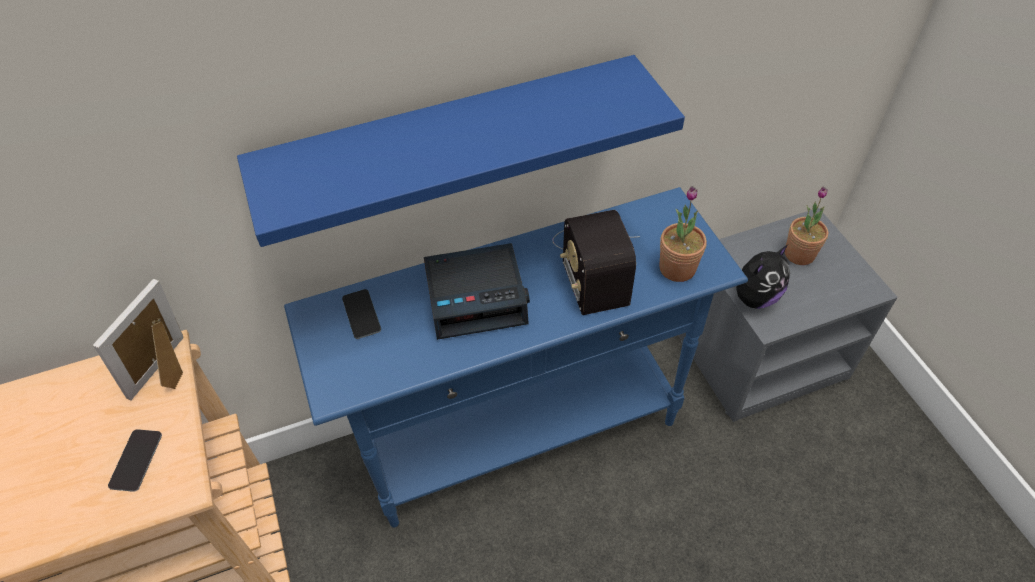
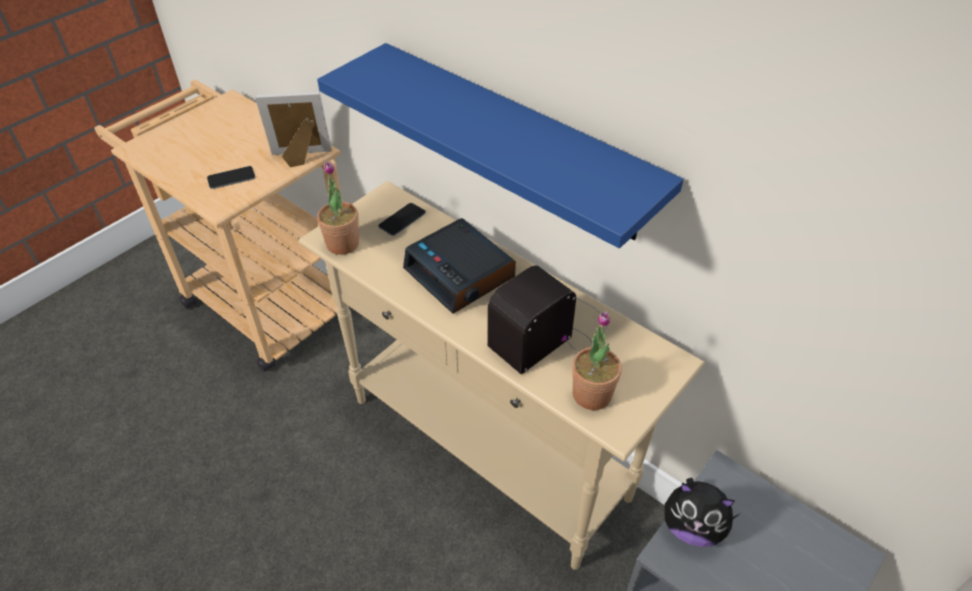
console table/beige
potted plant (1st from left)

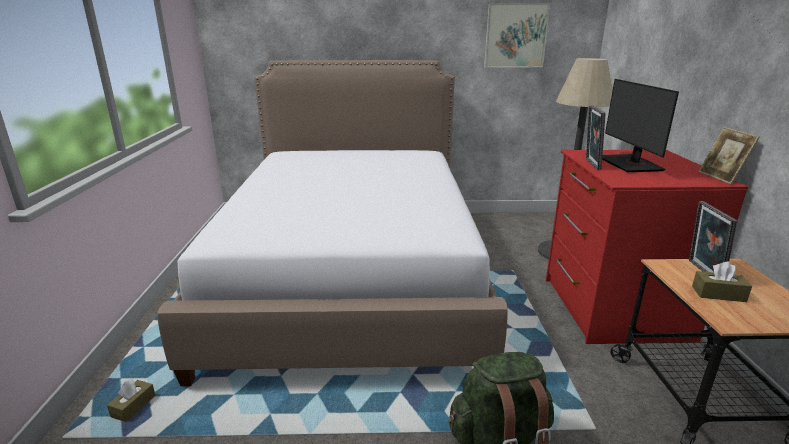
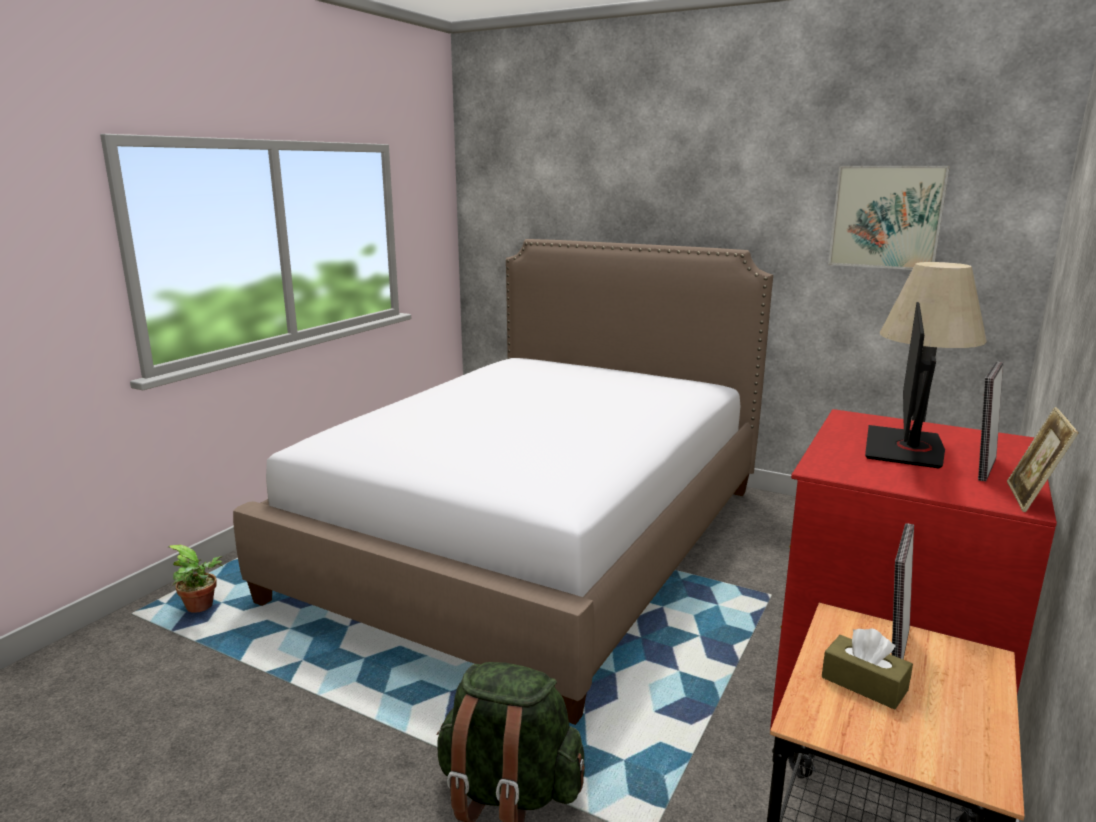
picture frame (2nd from left)
potted plant

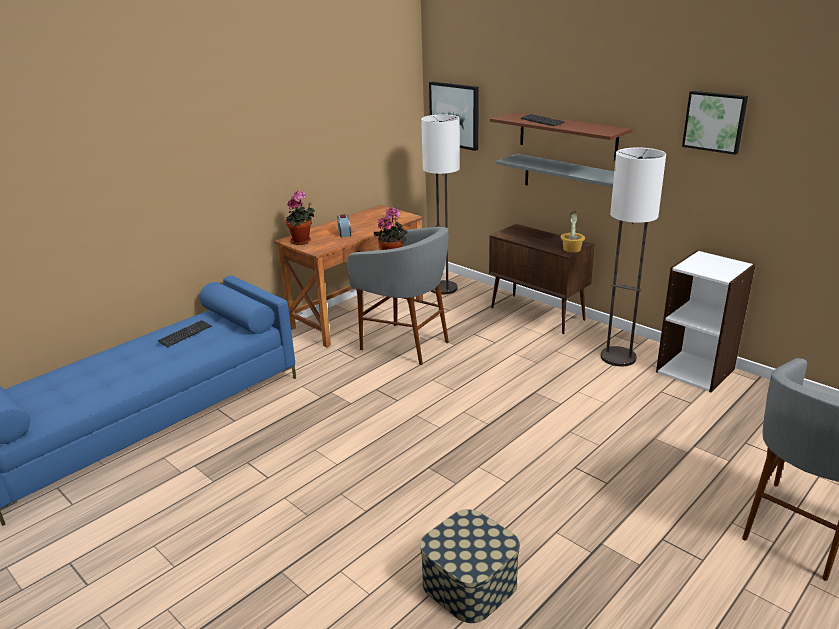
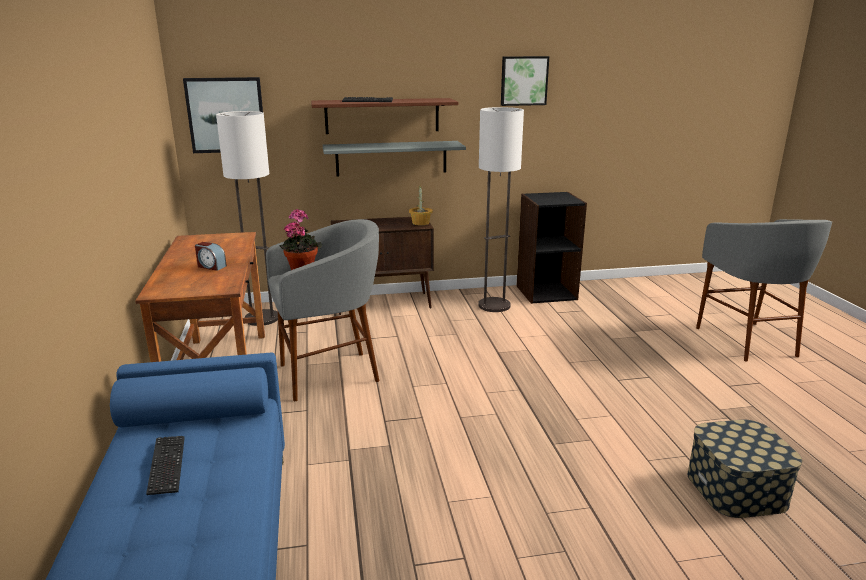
potted plant (1st from left in the first image)
bookcase/black

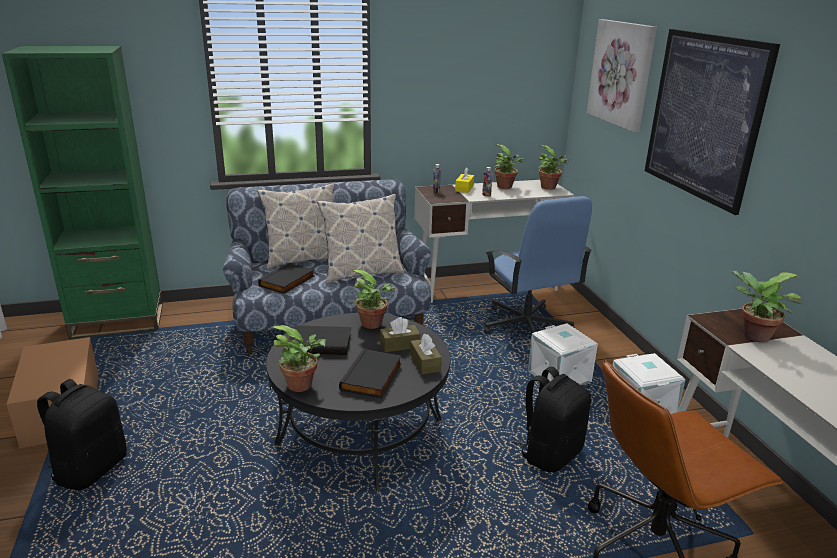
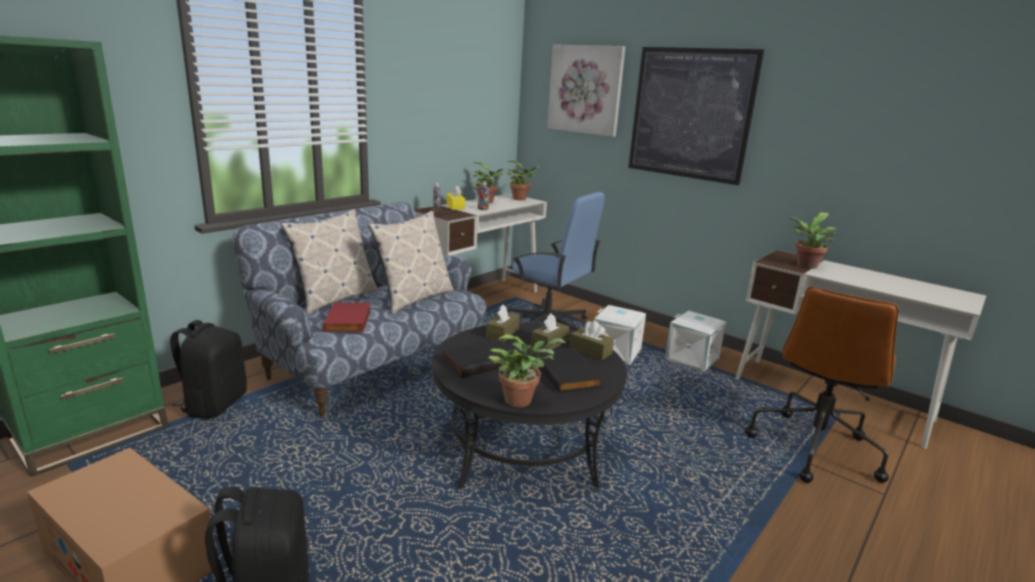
book/red
tissue box/brown (1st from left)
backpack/black (1st from left)

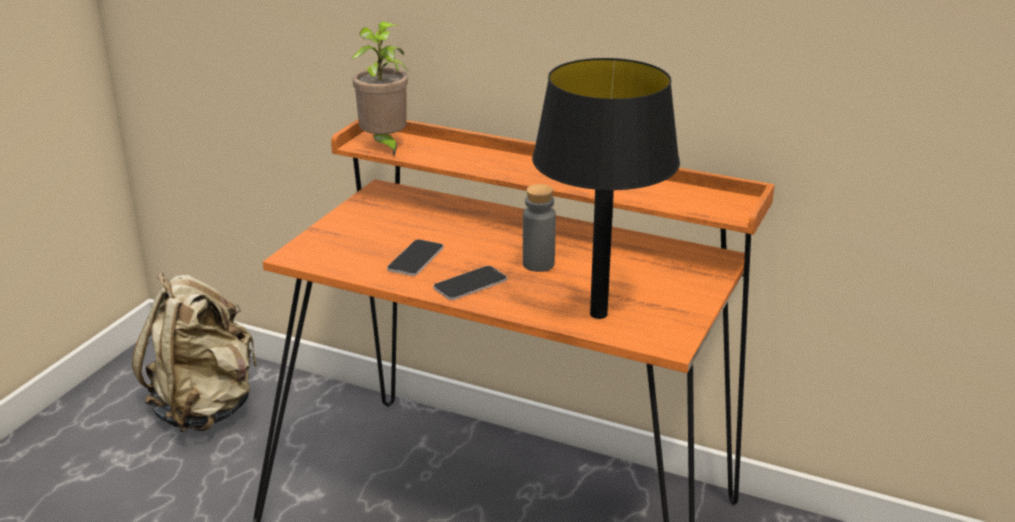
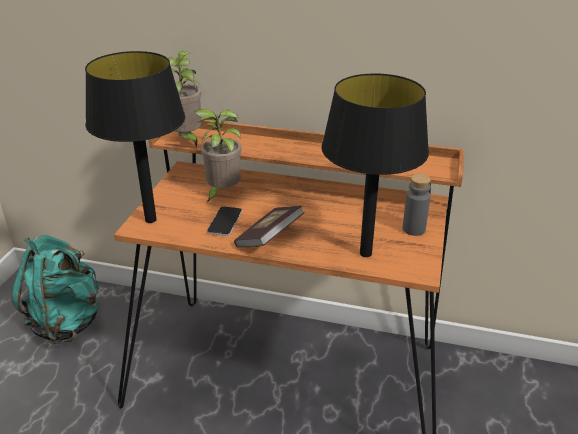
bottle/grey
book
backpack/turquoise
table lamp/black (1st from left)
potted plant (2nd from left)

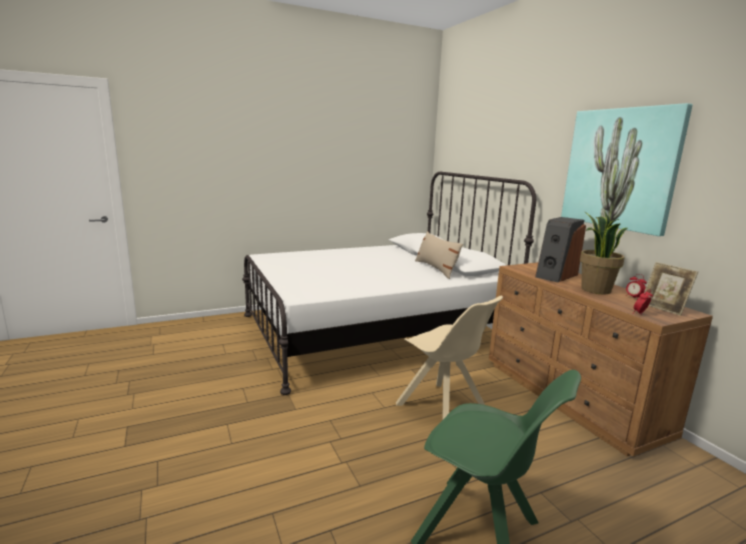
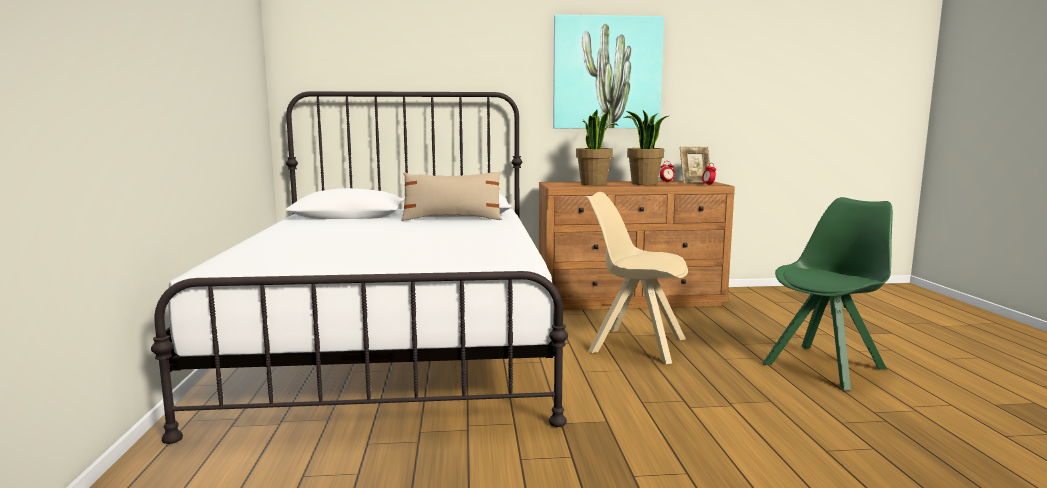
potted plant (1st from left)
chair/beige

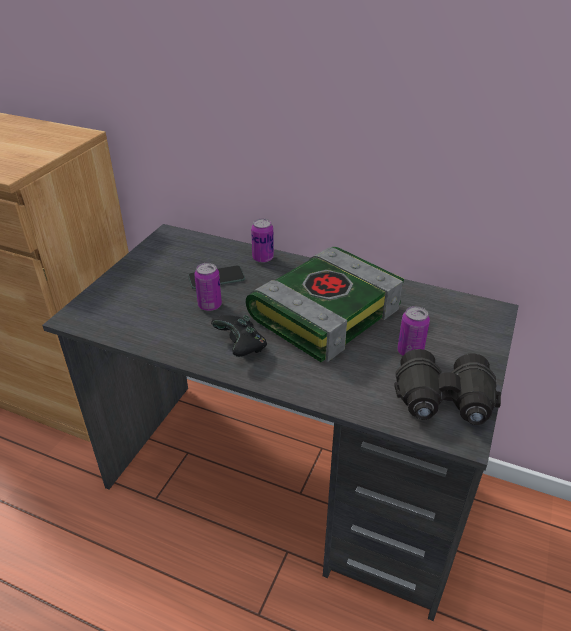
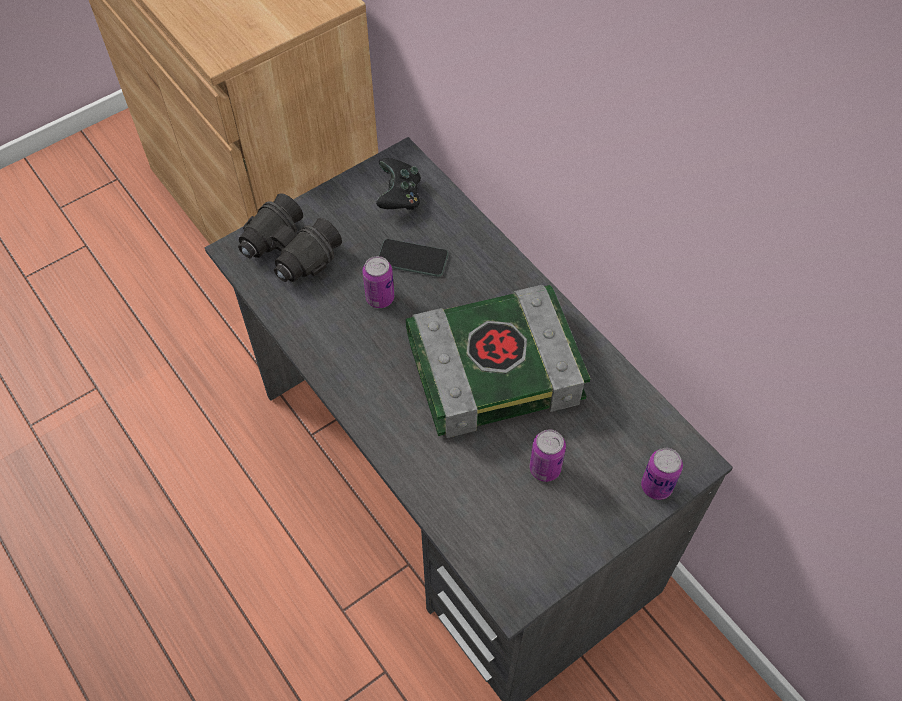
can (3rd from left)
game controller/black
binoculars/black

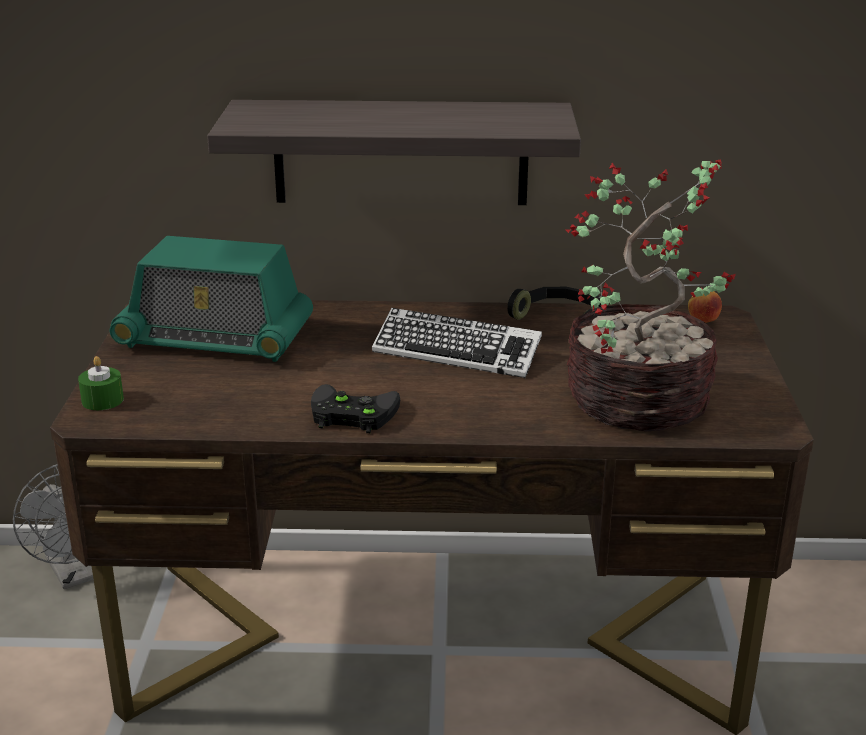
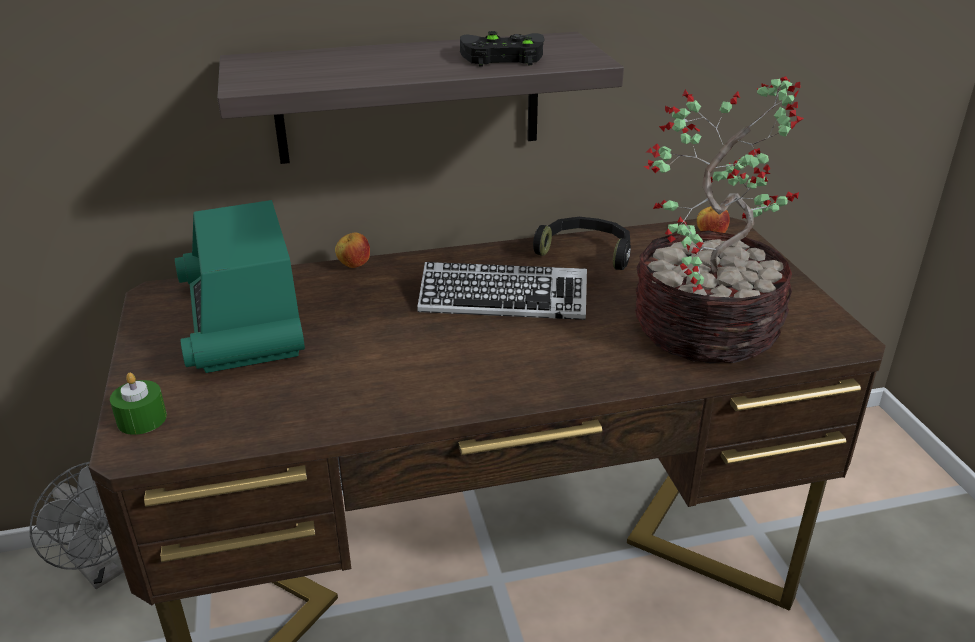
radio
game controller/black
apple (1st from left)

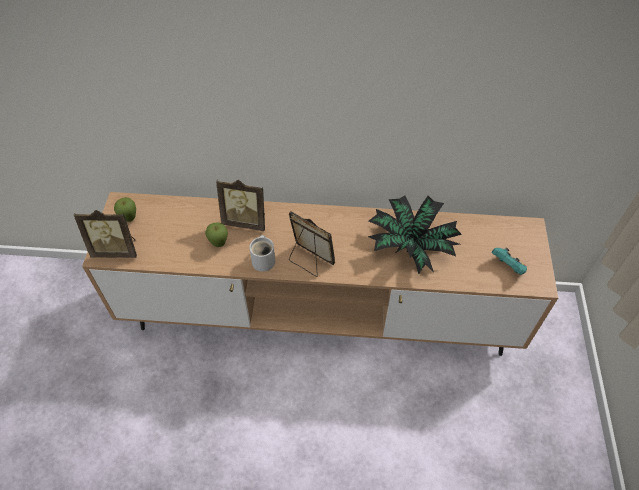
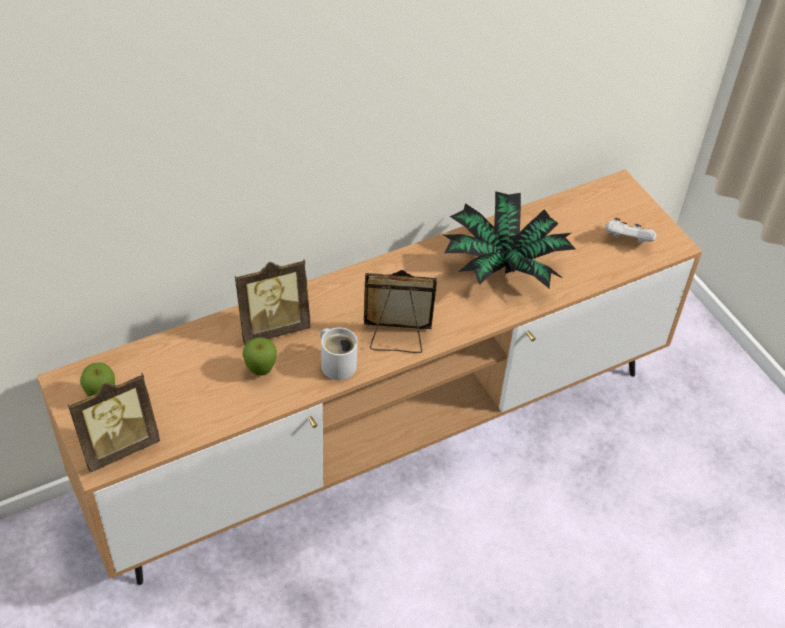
game controller/white

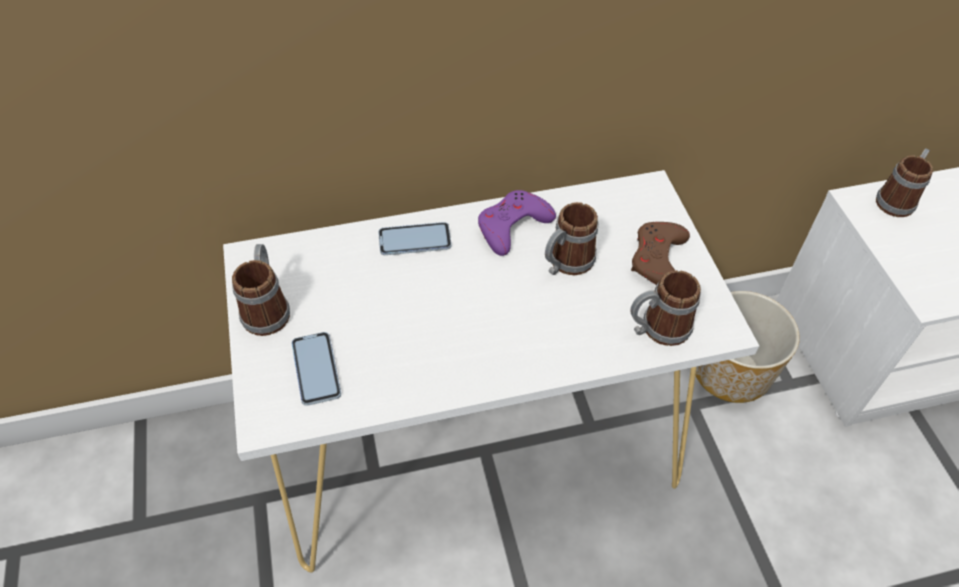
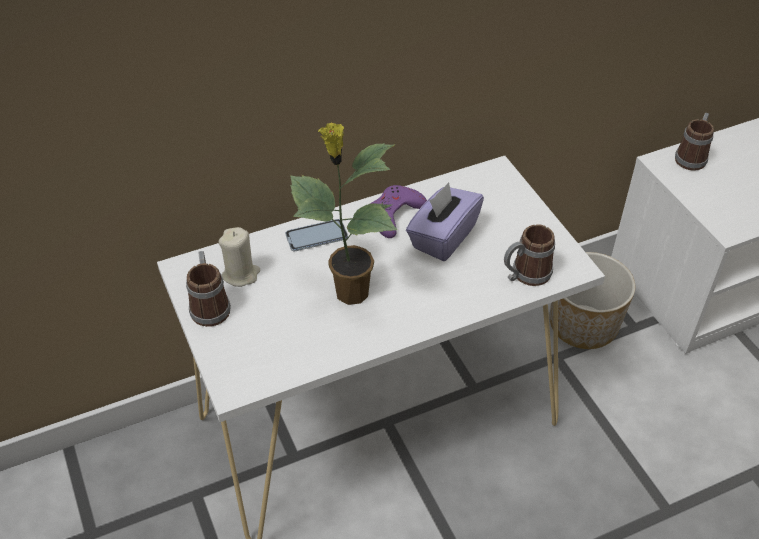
tissue box/purple
game controller/brown
phone (1st from left in the first image)
potted plant
candle/beige

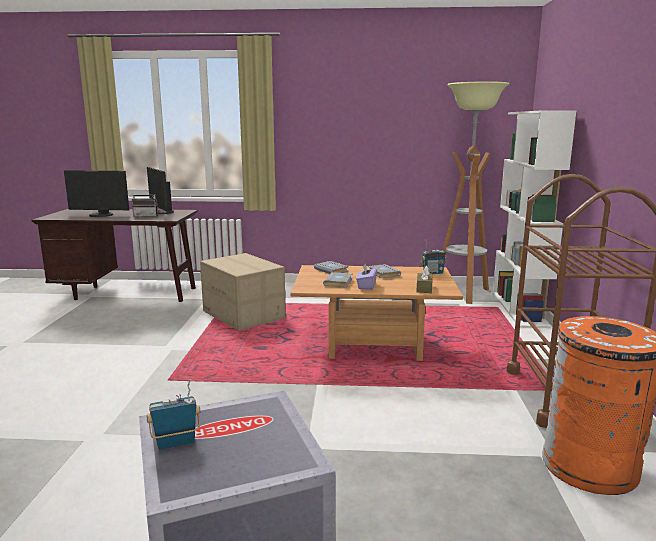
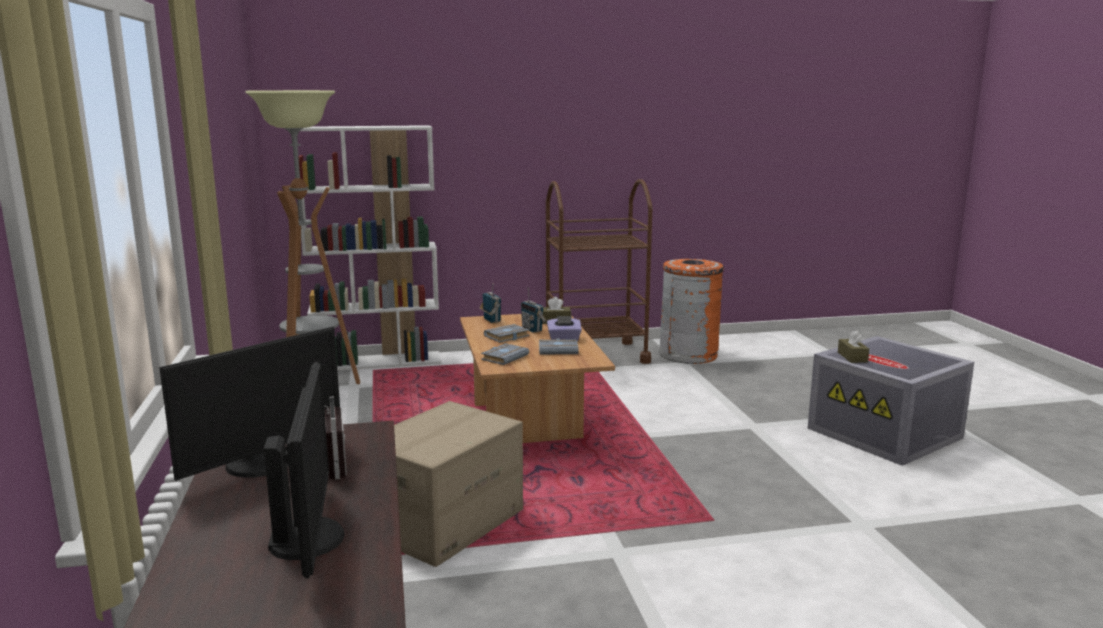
radio (3rd from left)
tissue box/brown (2nd from left)

